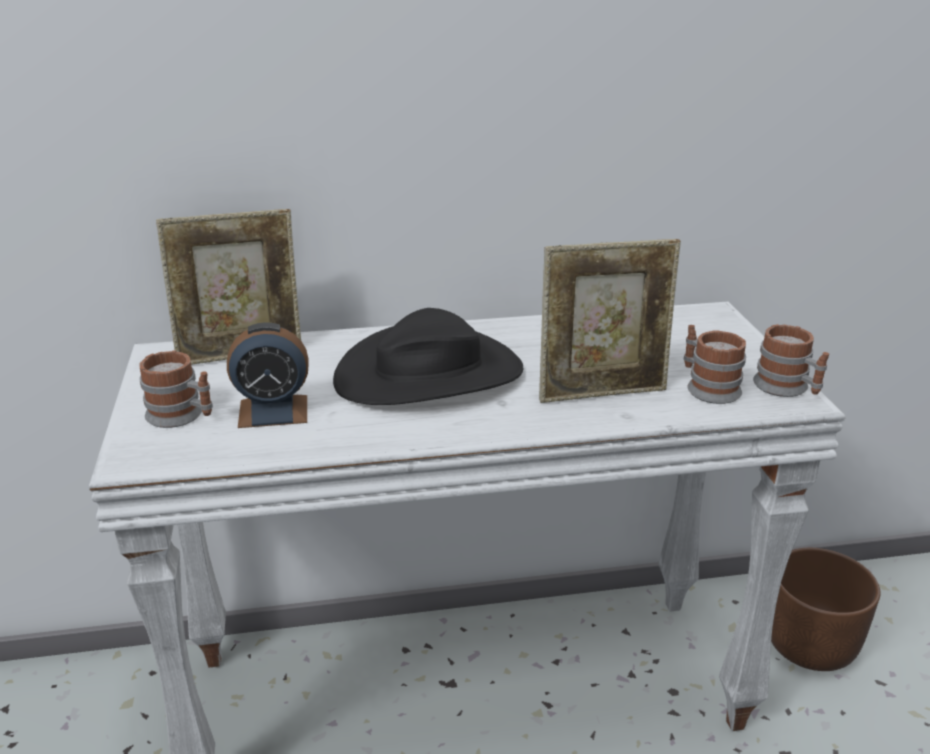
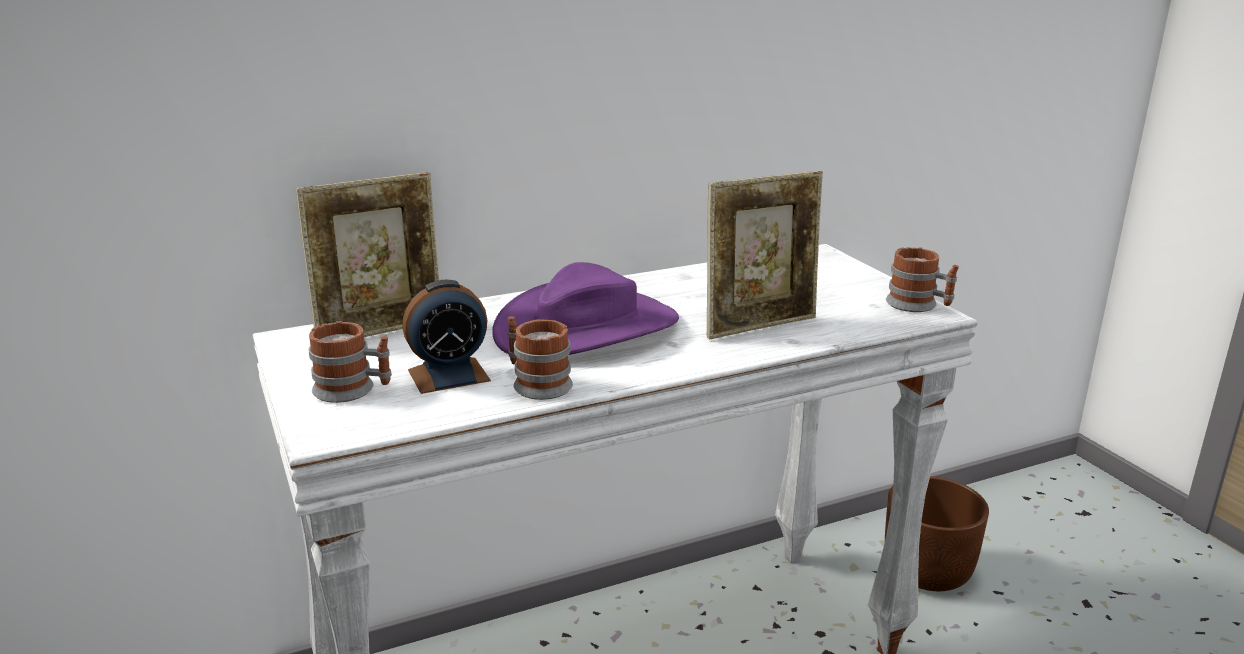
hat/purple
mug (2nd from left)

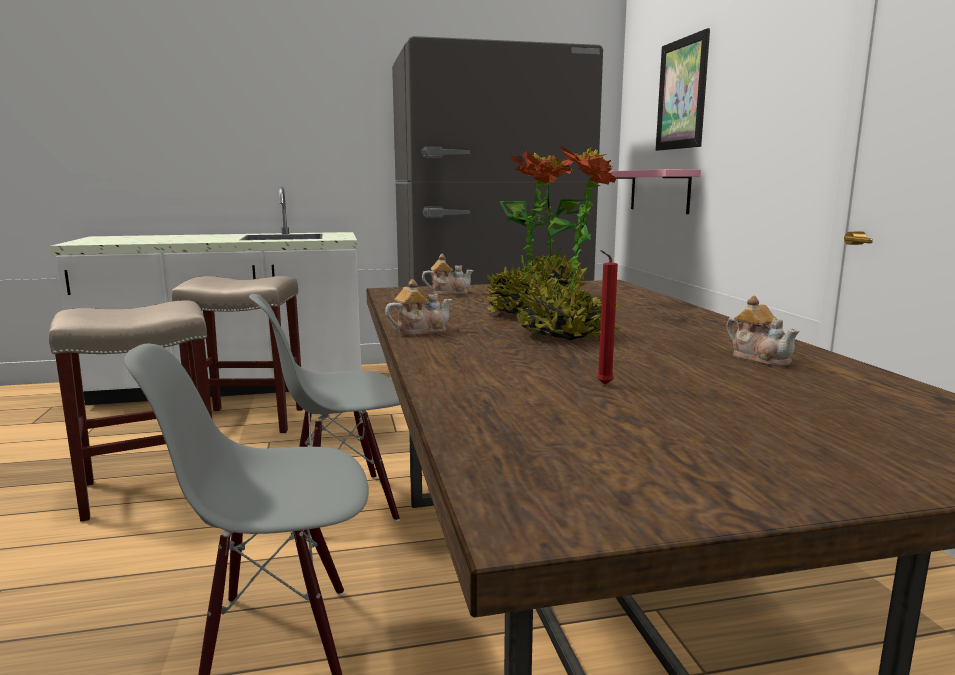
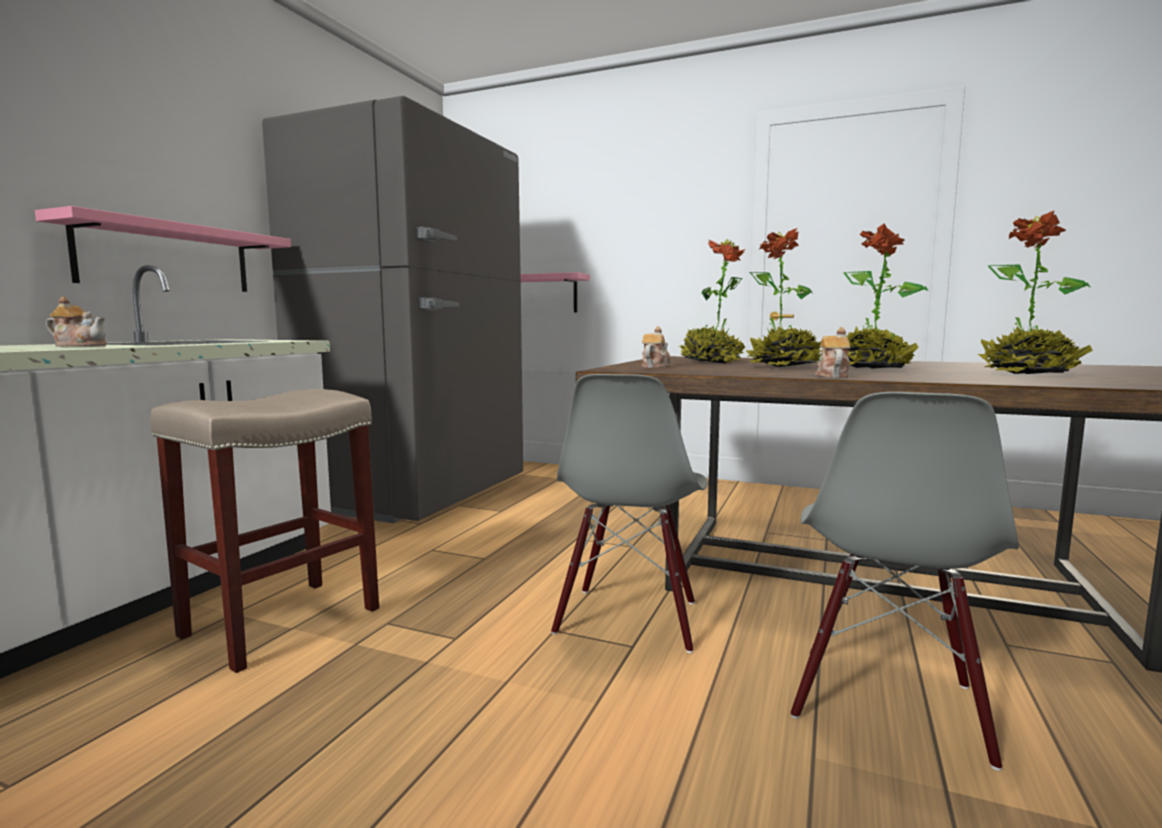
picture
potted plant (4th from left)
teapot (1st from left)
stool/beige (1st from left in the first image)
shelf/pink (1st from left)

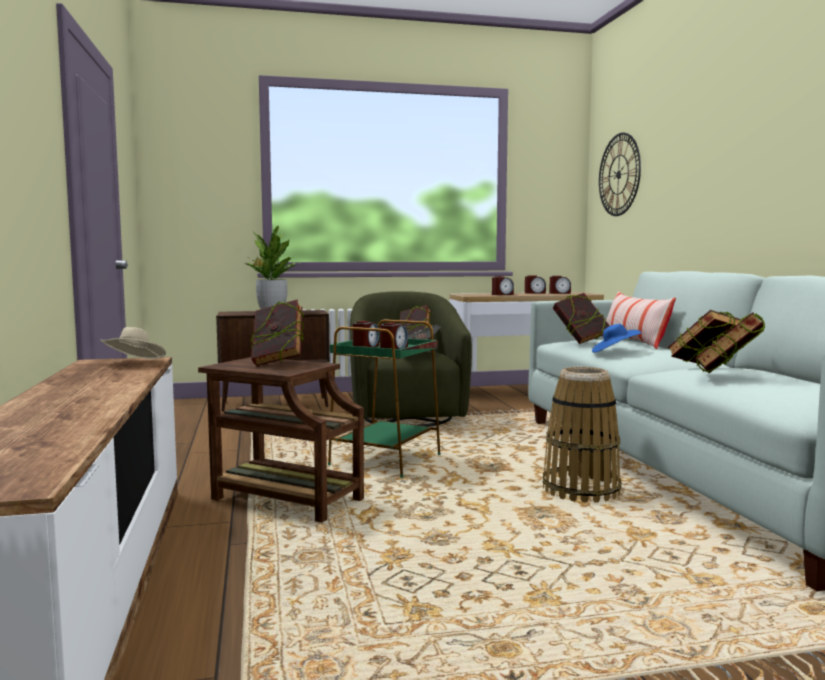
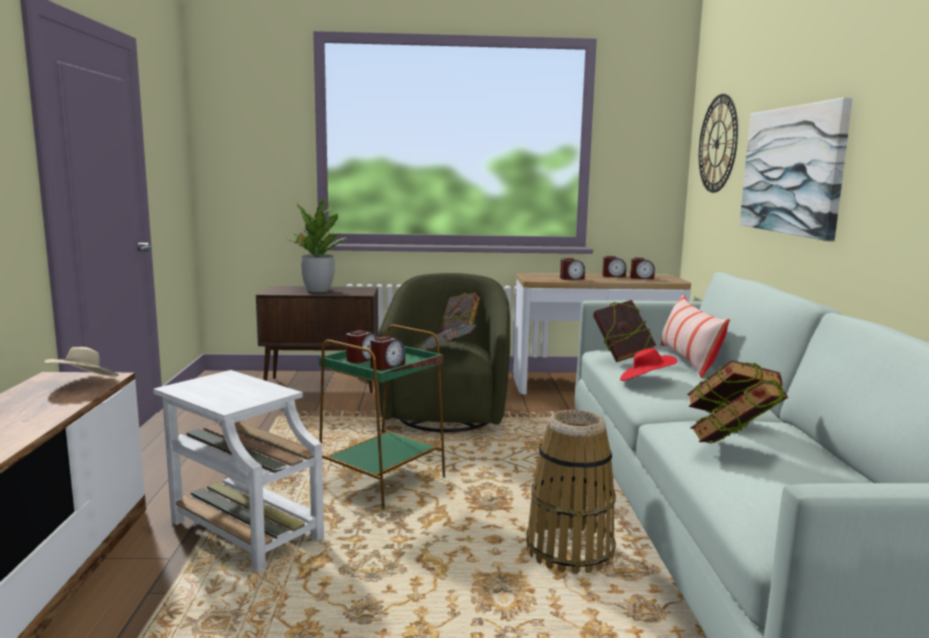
book (1st from left in the first image)
hat/red
side table/white
picture

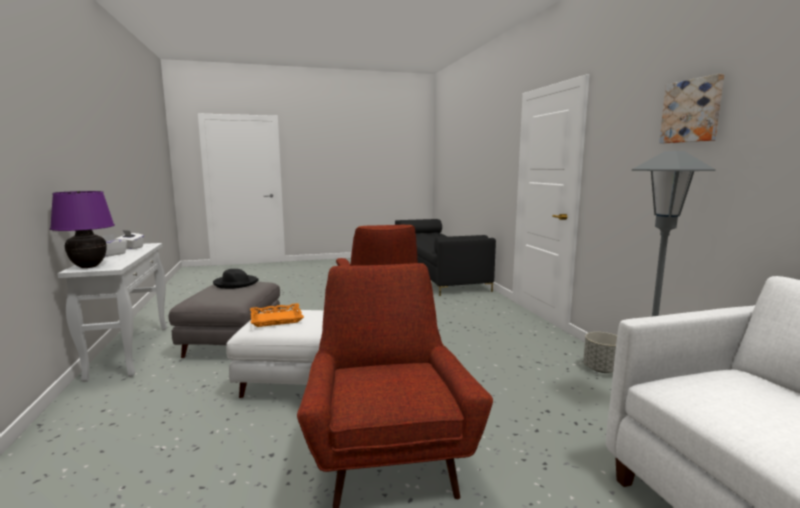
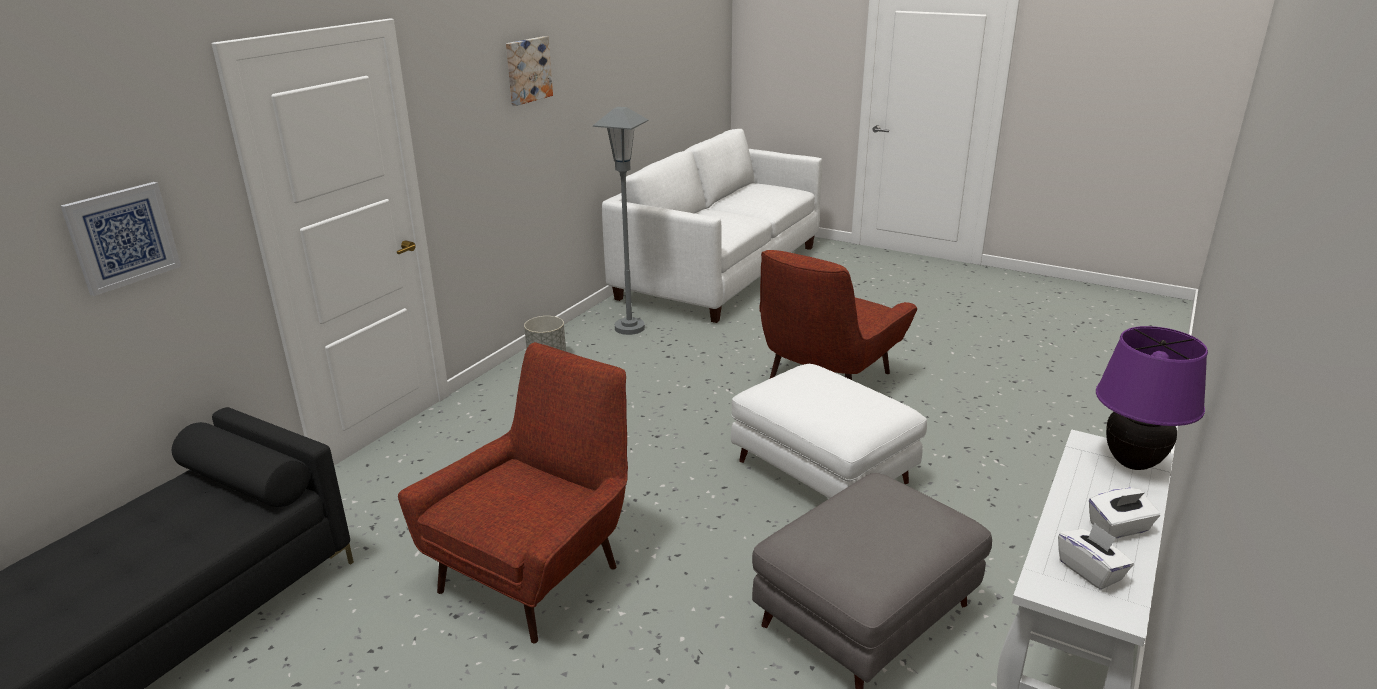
hat/black
tray/orange
picture (1st from left)

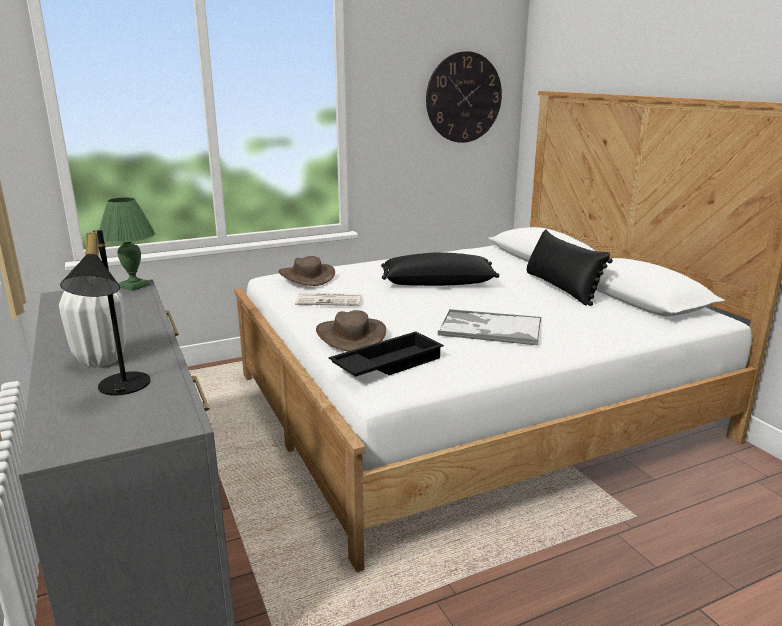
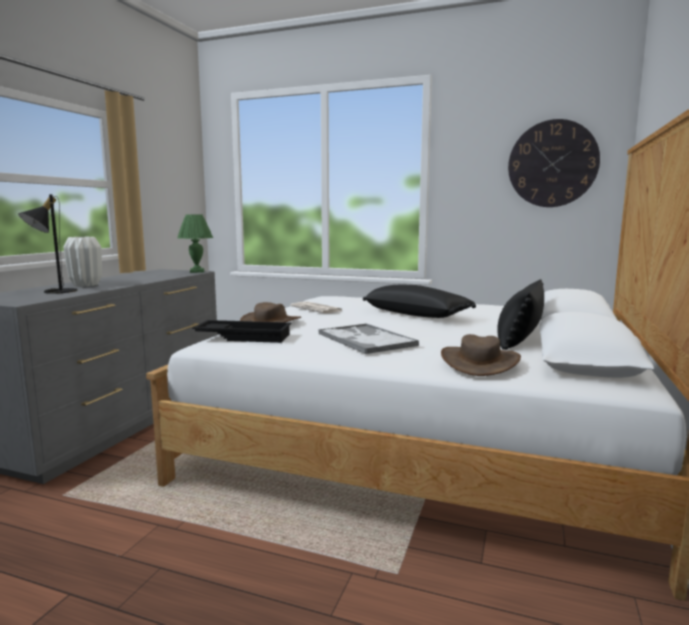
hat/brown (2nd from left)

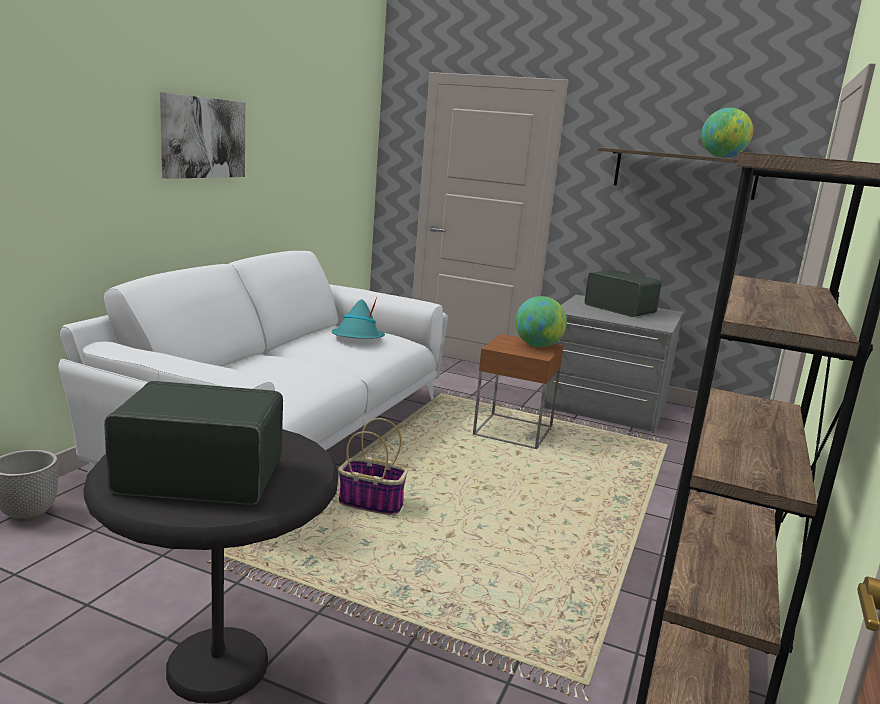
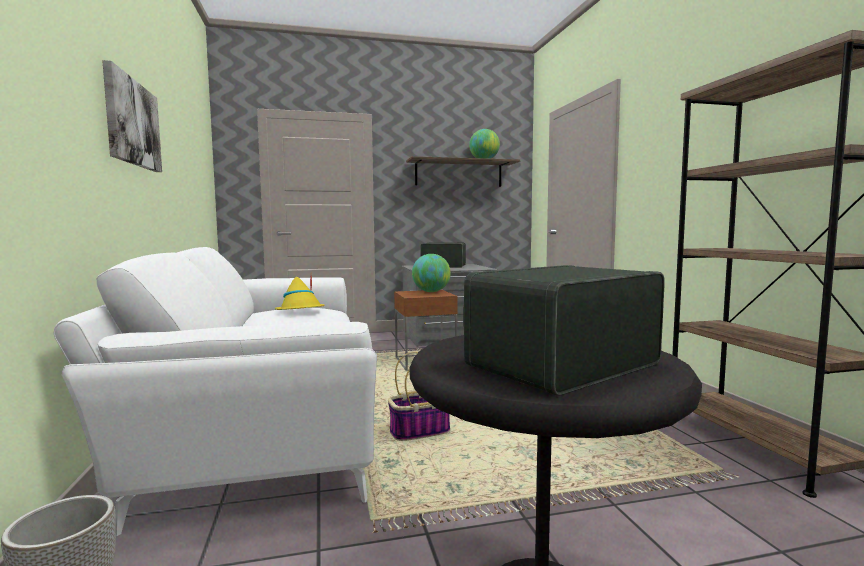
hat/yellow

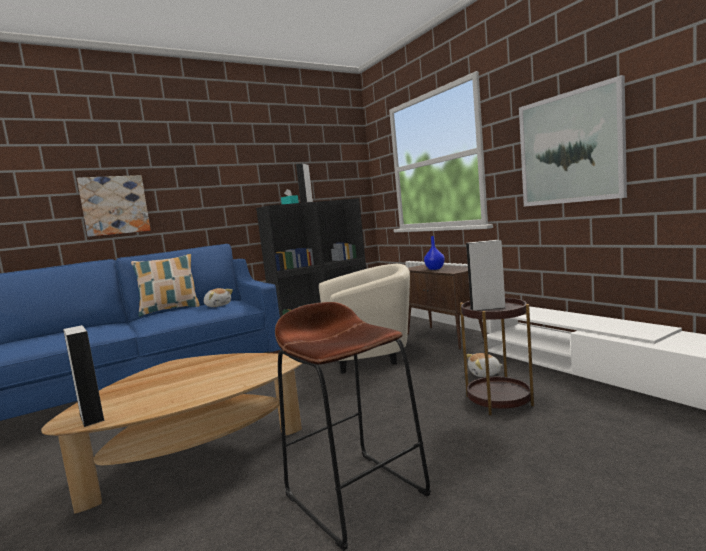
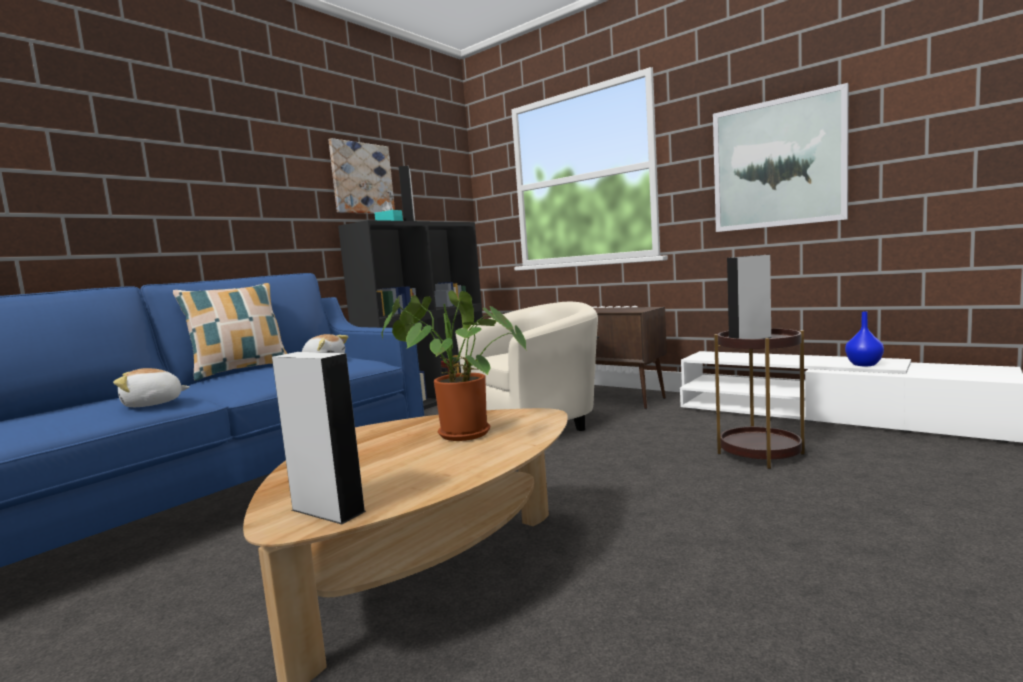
picture (1st from left)
vase/blue
stool/brown
plush toy (1st from left)
potted plant

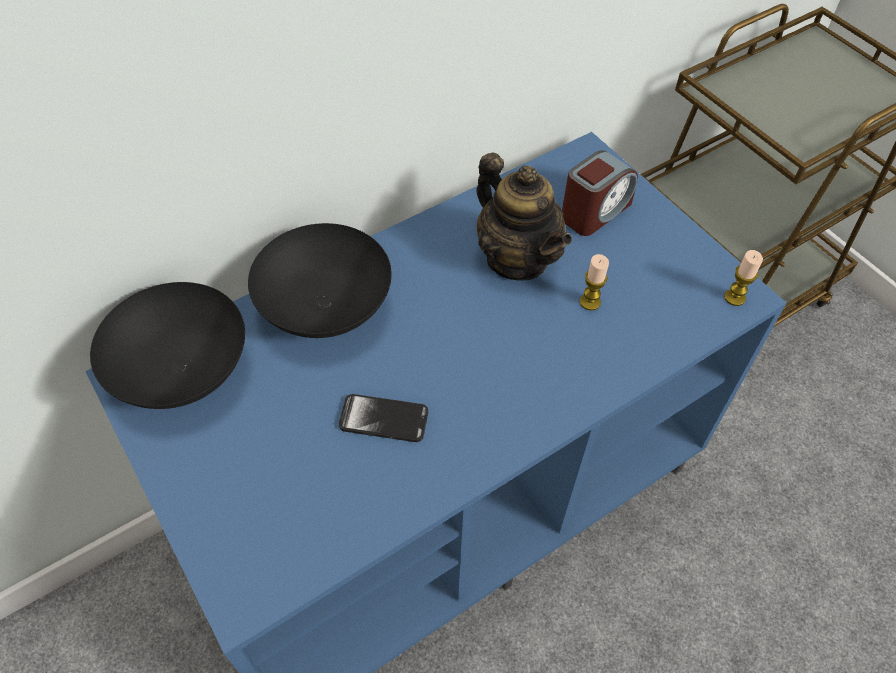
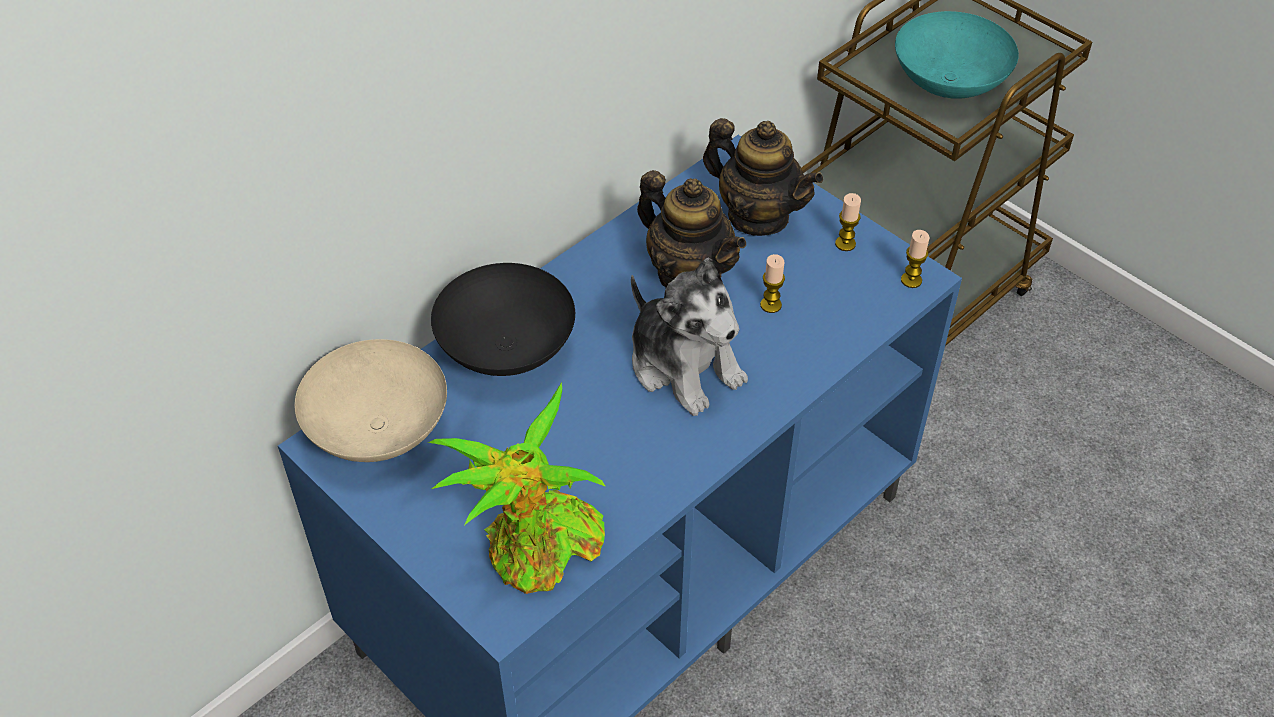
teapot (2nd from left)
bowl/beige
phone
bowl/turquoise
candle (2nd from left)
plush toy
potted plant

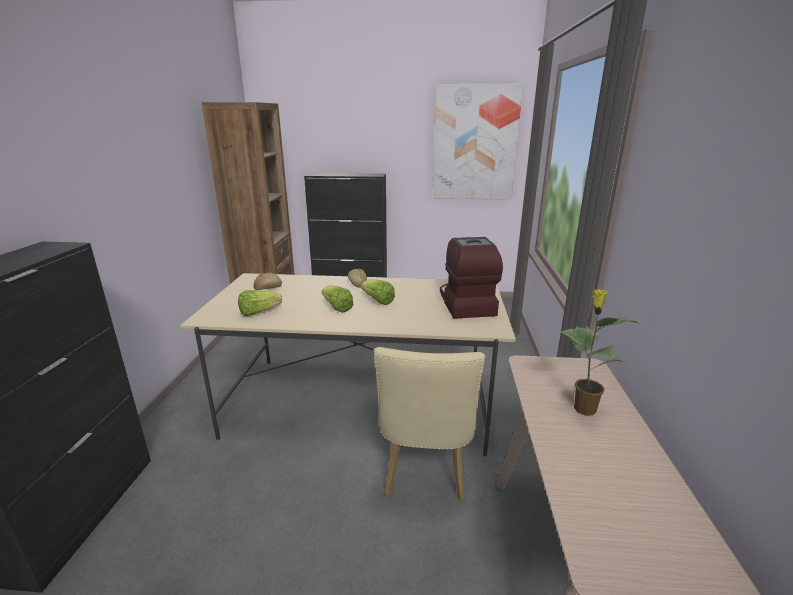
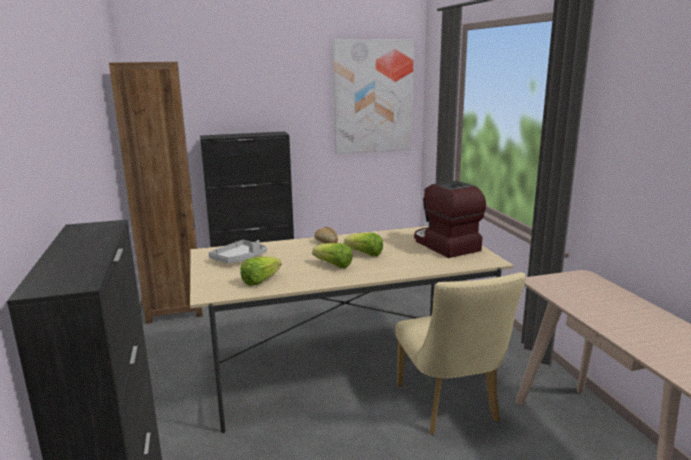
tray/grey
potted plant

